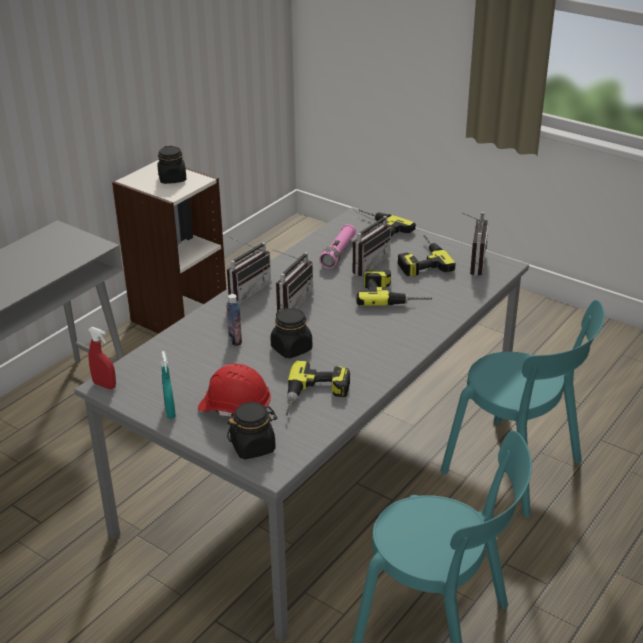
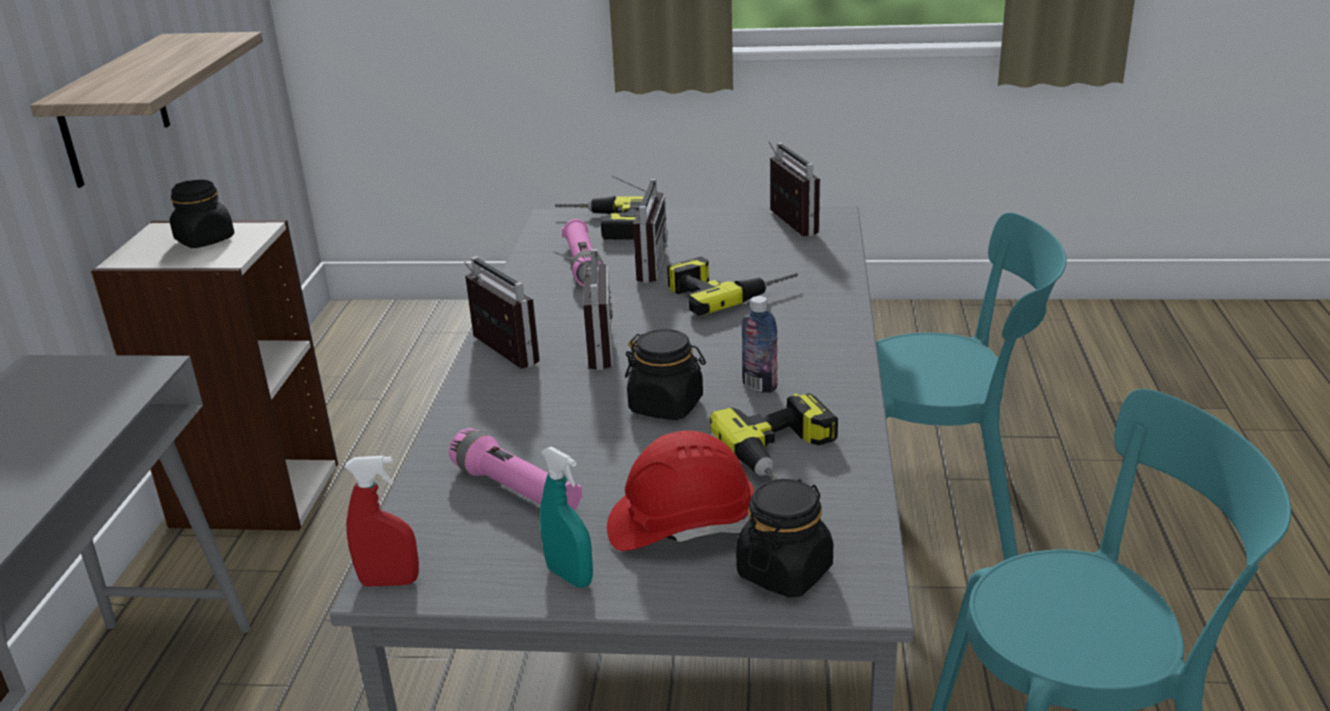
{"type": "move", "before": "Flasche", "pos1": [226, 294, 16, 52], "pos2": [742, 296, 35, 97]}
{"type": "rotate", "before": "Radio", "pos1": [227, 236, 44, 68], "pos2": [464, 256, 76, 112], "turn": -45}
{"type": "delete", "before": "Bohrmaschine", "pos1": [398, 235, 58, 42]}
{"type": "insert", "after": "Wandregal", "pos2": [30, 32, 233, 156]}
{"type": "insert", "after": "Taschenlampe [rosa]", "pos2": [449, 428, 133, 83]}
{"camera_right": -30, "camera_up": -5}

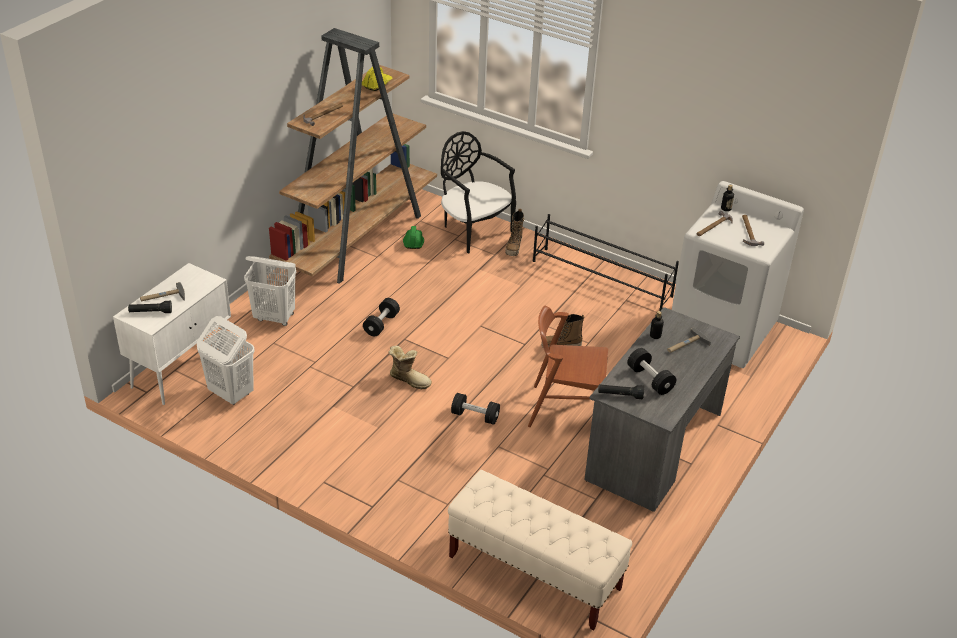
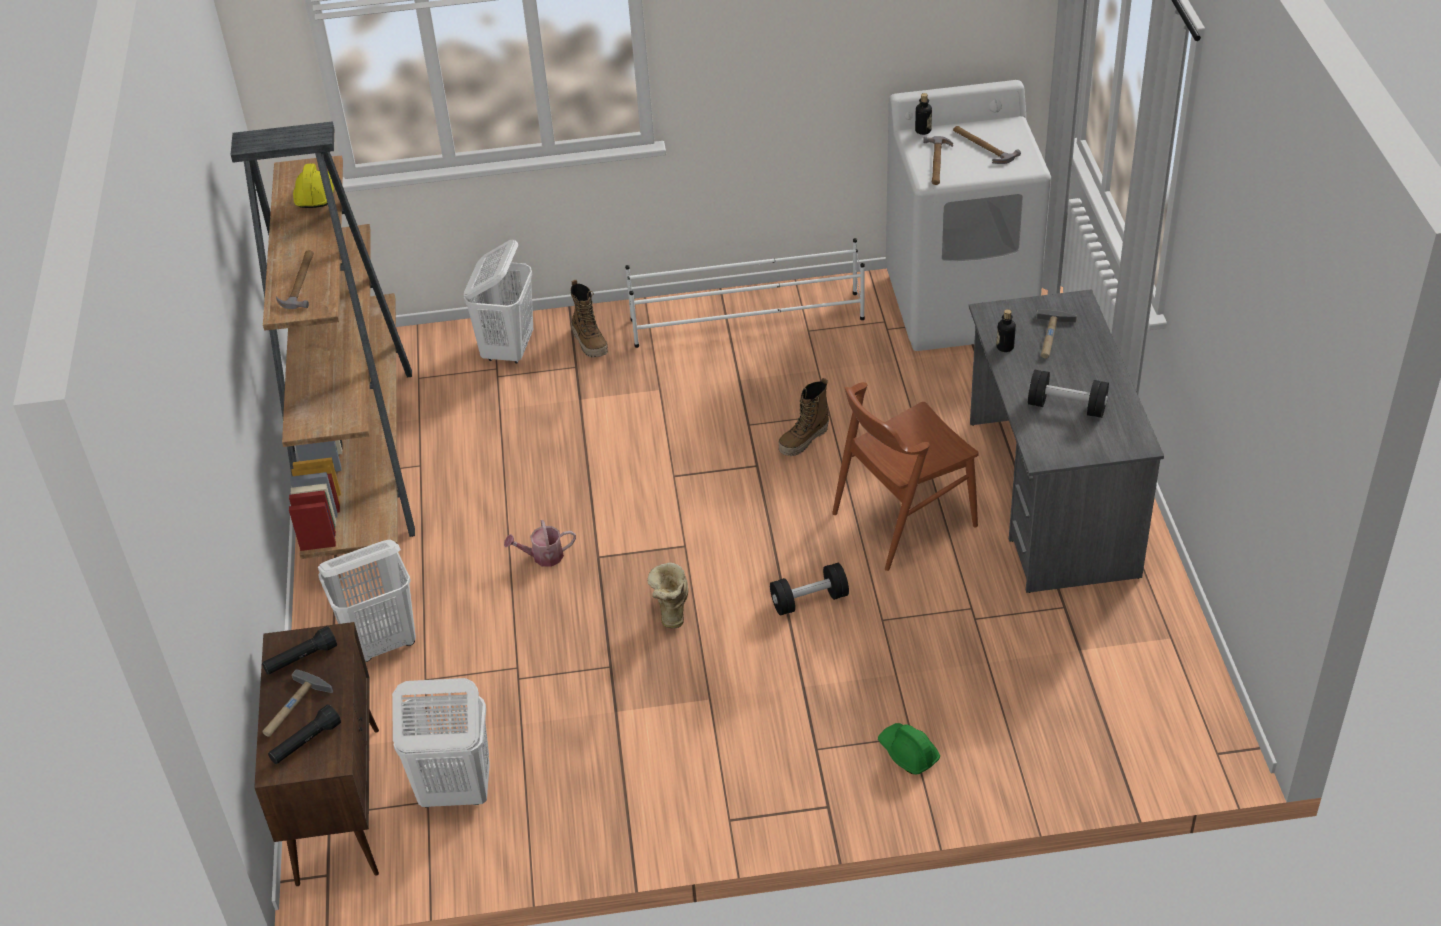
{"type": "recolor", "before": "Schrank [weiß]", "after": "Schrank [braun]", "pos1": [113, 263, 118, 142], "pos2": [254, 622, 125, 264]}
{"type": "replace", "before": "Hantel [schwarz]", "after": "Gießkanne", "pos1": [363, 298, 37, 38], "pos2": [504, 520, 72, 47]}
{"type": "rotate", "before": "Stiefel", "pos1": [388, 346, 44, 43], "pos2": [647, 562, 41, 66], "turn": -75}
{"type": "move", "before": "Schutzhelm [grün]", "pos1": [403, 226, 21, 23], "pos2": [878, 723, 62, 52]}
{"type": "replace", "before": "Stuhl [schwarz]", "after": "Wäschekorb [weiß]", "pos1": [441, 131, 75, 123], "pos2": [464, 240, 69, 123]}
{"type": "delete", "before": "Bank [beige]", "pos1": [448, 470, 184, 161]}
{"type": "recolor", "before": "Schuhregal [schwarz]", "after": "Schuhregal [weiß]", "pos1": [533, 214, 146, 97], "pos2": [625, 238, 240, 110]}
{"type": "move", "before": "Taschenlampe [schwarz]", "pos1": [598, 384, 46, 15], "pos2": [262, 626, 75, 49]}
{"camera_right": -35, "camera_up": 5}

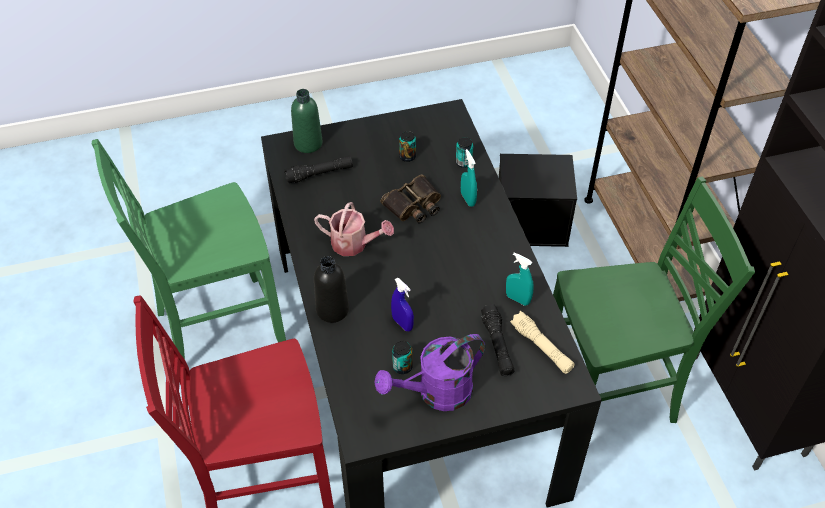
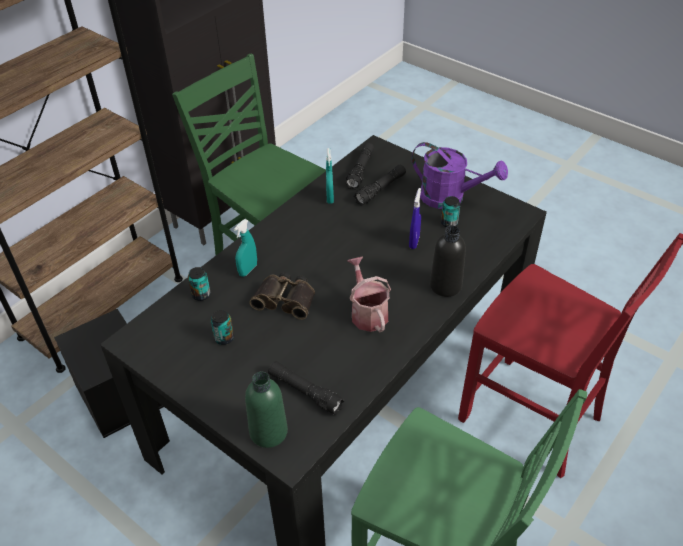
{"type": "recolor", "before": "Taschenlampe [beige]", "after": "Taschenlampe [schwarz]", "pos1": [510, 311, 65, 63], "pos2": [345, 143, 29, 47]}
{"camera_right": -125, "camera_up": -5}

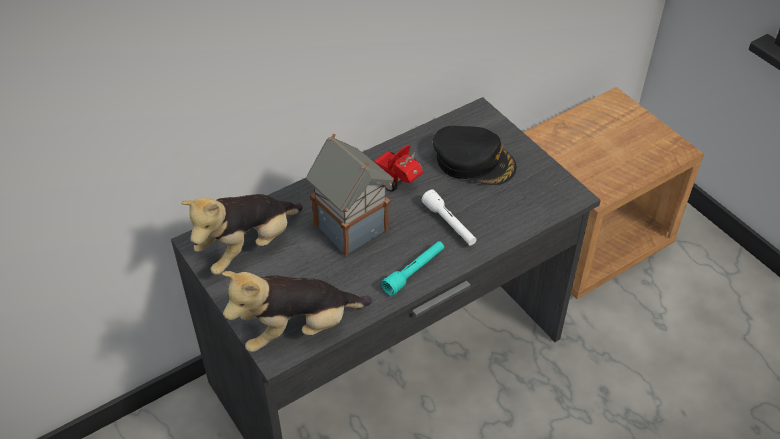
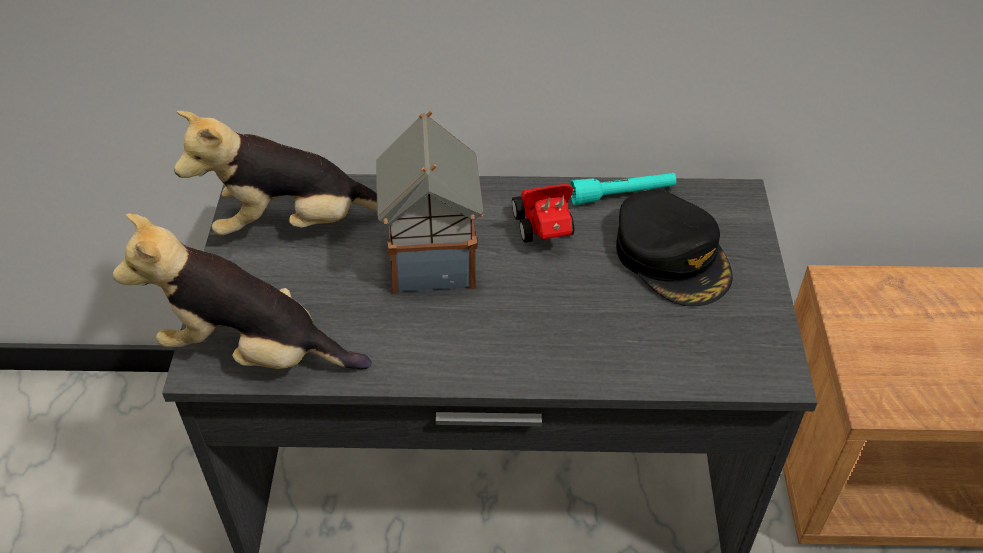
{"type": "move", "before": "Taschenlampe [türkis]", "pos1": [381, 241, 63, 55], "pos2": [570, 173, 106, 32]}
{"type": "delete", "before": "Taschenlampe [weiß]", "pos1": [422, 190, 55, 55]}
{"camera_right": 35, "camera_up": 0}

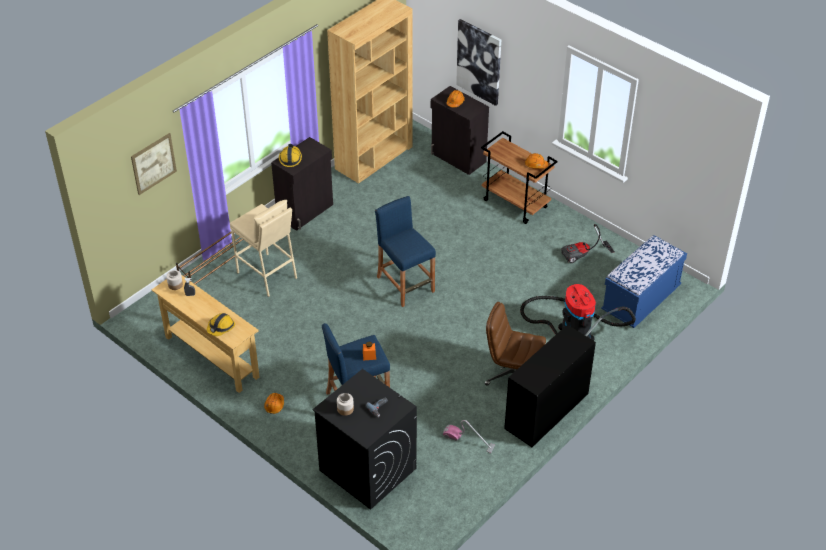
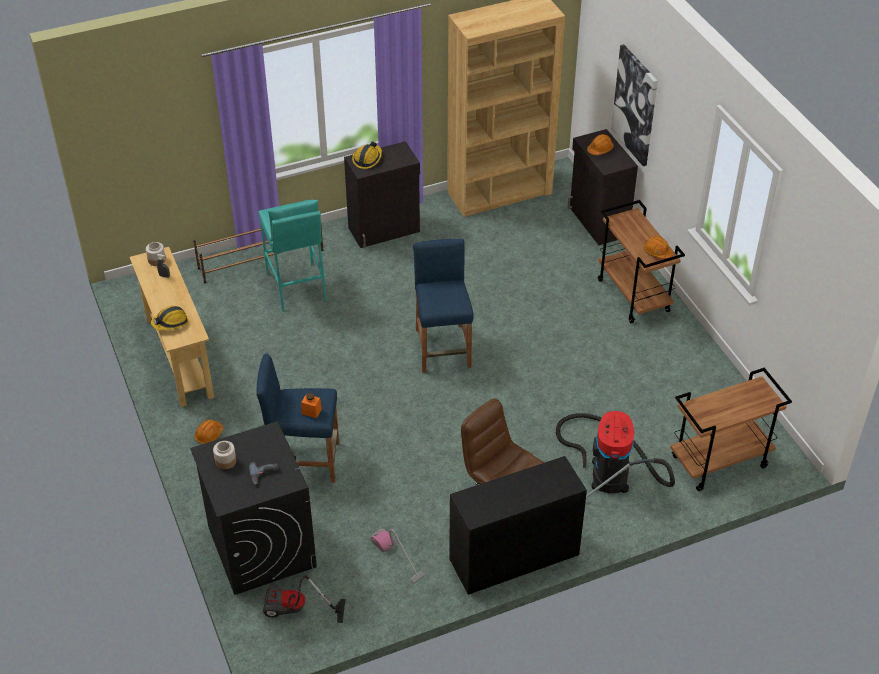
{"type": "delete", "before": "Bild", "pos1": [131, 133, 46, 62]}
{"type": "recolor", "before": "Hocker [beige]", "after": "Hocker [türkis]", "pos1": [230, 200, 67, 97], "pos2": [258, 200, 69, 112]}
{"type": "move", "before": "Staubsauger", "pos1": [561, 224, 54, 39], "pos2": [263, 576, 83, 47]}
{"type": "replace", "before": "Bank [blau]", "after": "Rollwagen [braun]", "pos1": [601, 235, 86, 93], "pos2": [670, 368, 122, 123]}
{"camera_right": 25, "camera_up": 0}

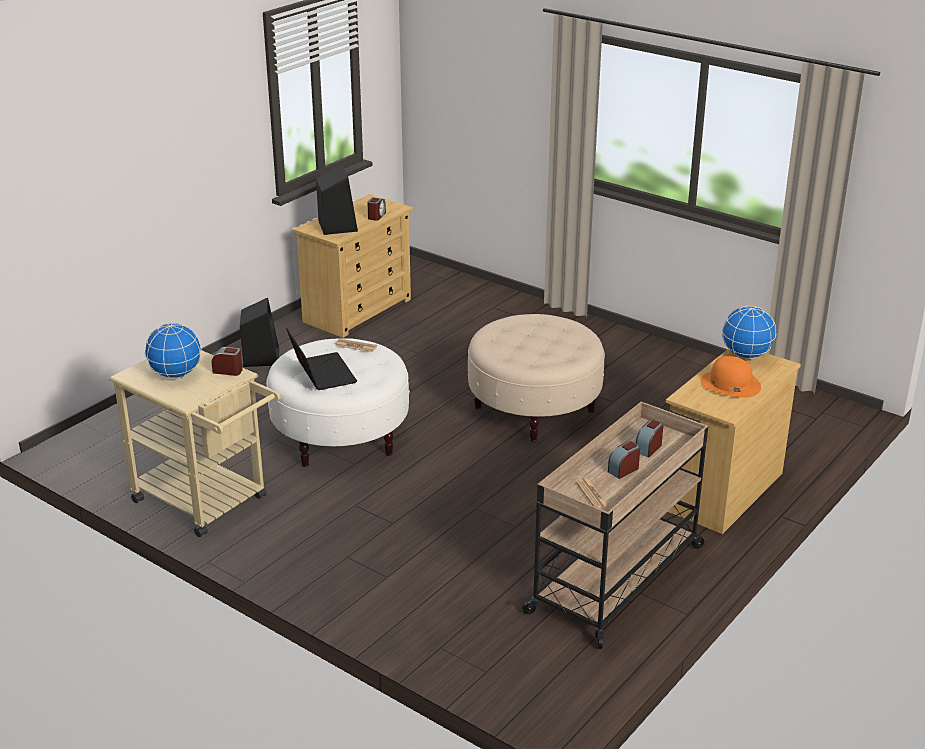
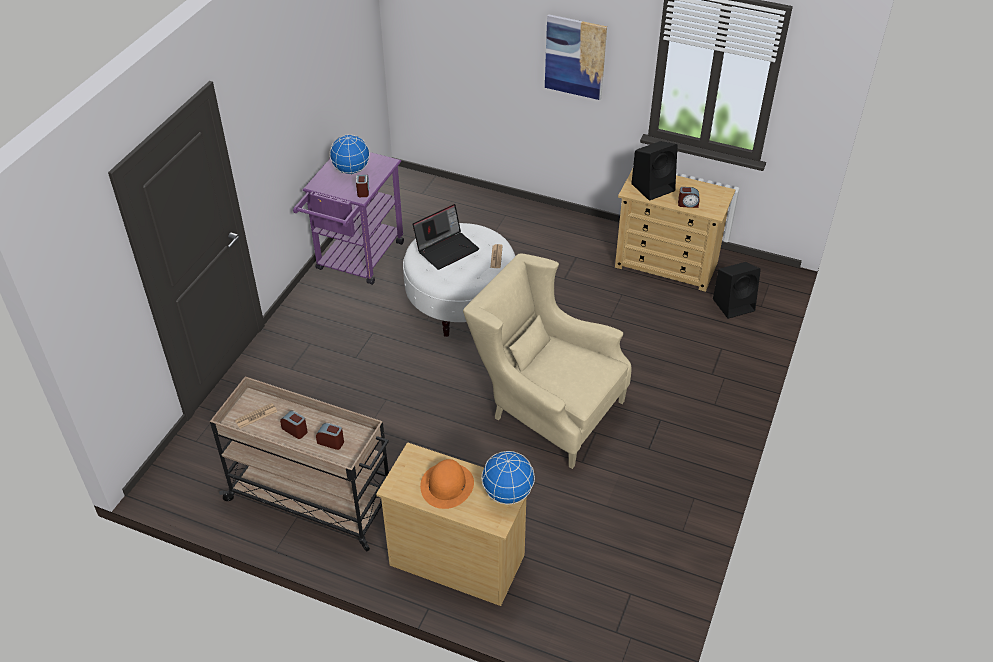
{"type": "recolor", "before": "Rollwagen [beige]", "after": "Rollwagen [lila]", "pos1": [109, 350, 172, 187], "pos2": [293, 152, 111, 133]}
{"type": "move", "before": "Lautsprecher [schwarz]", "pos1": [240, 297, 39, 70], "pos2": [713, 262, 48, 57]}
{"type": "replace", "before": "Polsterhocker [beige]", "after": "Sessel [beige]", "pos1": [468, 314, 137, 128], "pos2": [463, 254, 168, 215]}
{"type": "insert", "after": "Bild", "pos2": [545, 14, 62, 86]}
{"camera_right": 75, "camera_up": 15}

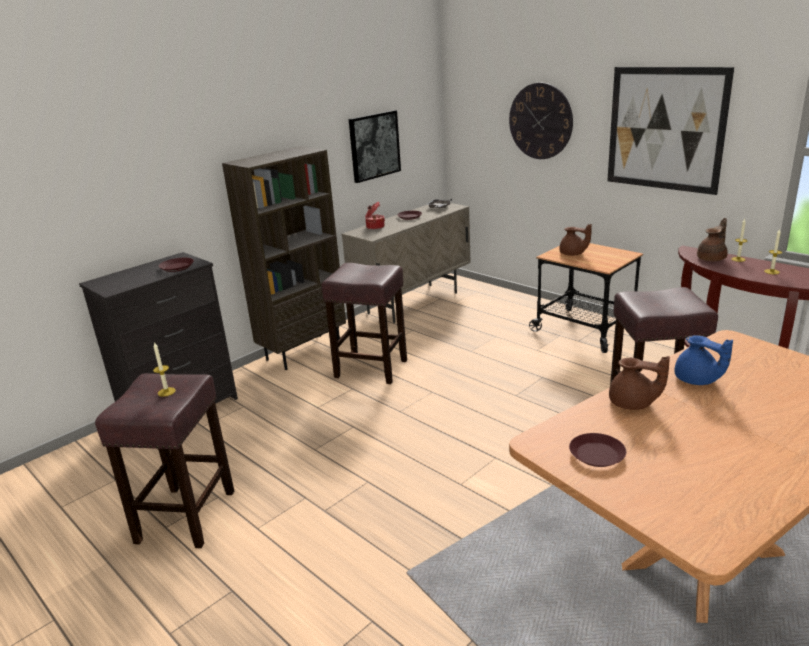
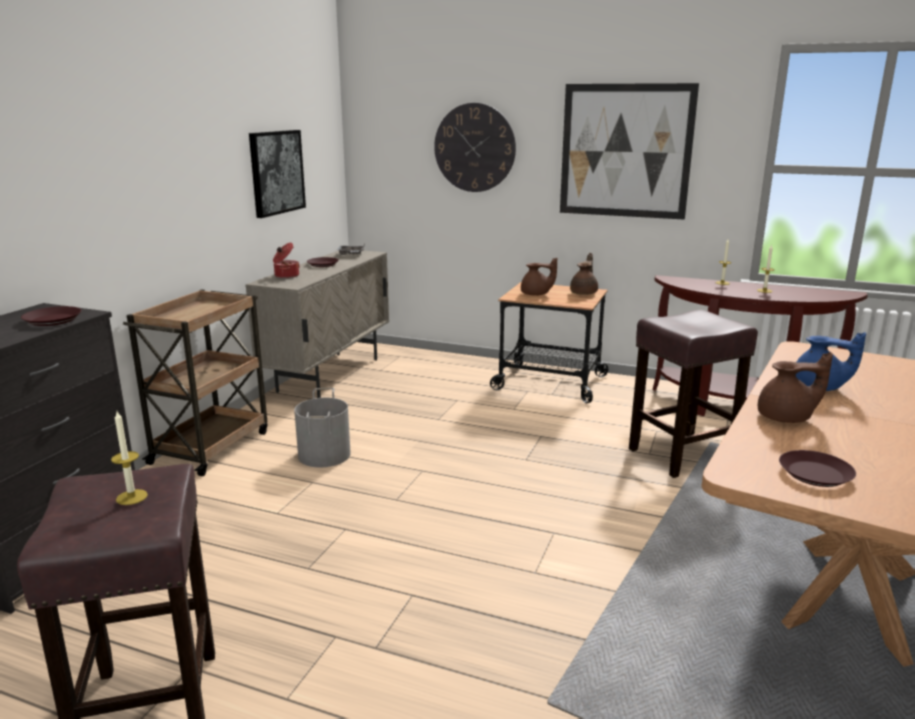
{"type": "replace", "before": "Bücherregal [braun]", "after": "Rollwagen [braun]", "pos1": [222, 146, 124, 224], "pos2": [123, 290, 145, 186]}
{"type": "replace", "before": "Hocker [braun]", "after": "Eimer [grau]", "pos1": [322, 263, 85, 121], "pos2": [294, 388, 57, 79]}
{"type": "move", "before": "Teekanne [braun]", "pos1": [697, 218, 31, 43], "pos2": [570, 253, 28, 42]}
{"camera_right": -25, "camera_up": -5}

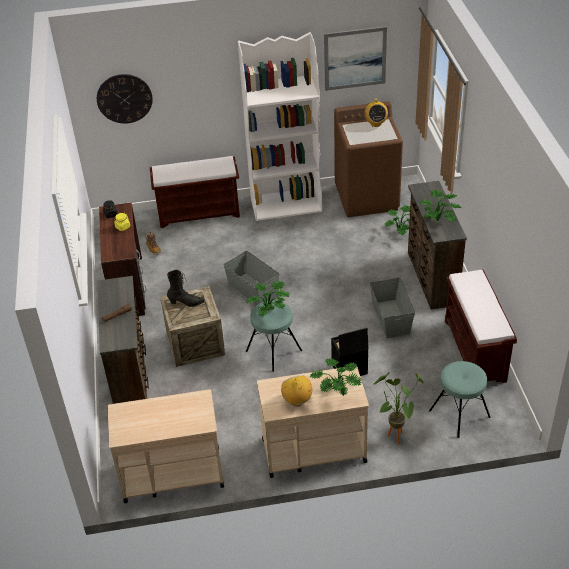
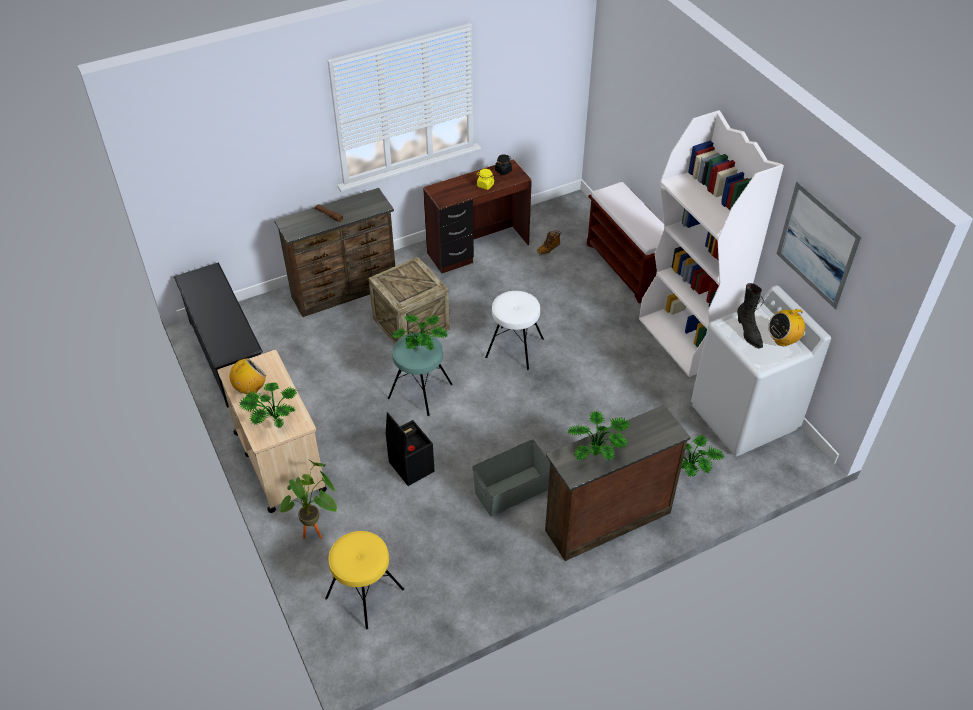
{"type": "delete", "before": "Wanduhr", "pos1": [97, 74, 56, 50]}
{"type": "replace", "before": "Rollwagen [beige]", "after": "Schuhregal [schwarz]", "pos1": [108, 389, 116, 114], "pos2": [174, 262, 89, 146]}
{"type": "move", "before": "Stiefel [schwarz]", "pos1": [167, 270, 38, 37], "pos2": [737, 283, 27, 66]}
{"type": "replace", "before": "Aufbewahrungsbox [grau]", "after": "Hocker [weiß]", "pos1": [223, 251, 57, 54], "pos2": [485, 291, 59, 79]}
{"type": "recolor", "before": "Waschmaschine [braun]", "after": "Waschmaschine [weiß]", "pos1": [334, 101, 69, 116], "pos2": [691, 285, 140, 171]}
{"type": "recolor", "before": "Hocker [türkis]", "after": "Hocker [gelb]", "pos1": [429, 361, 62, 77], "pos2": [325, 531, 79, 99]}
{"type": "delete", "before": "Bank [braun]", "pos1": [445, 269, 72, 114]}
{"camera_right": 70, "camera_up": 5}

